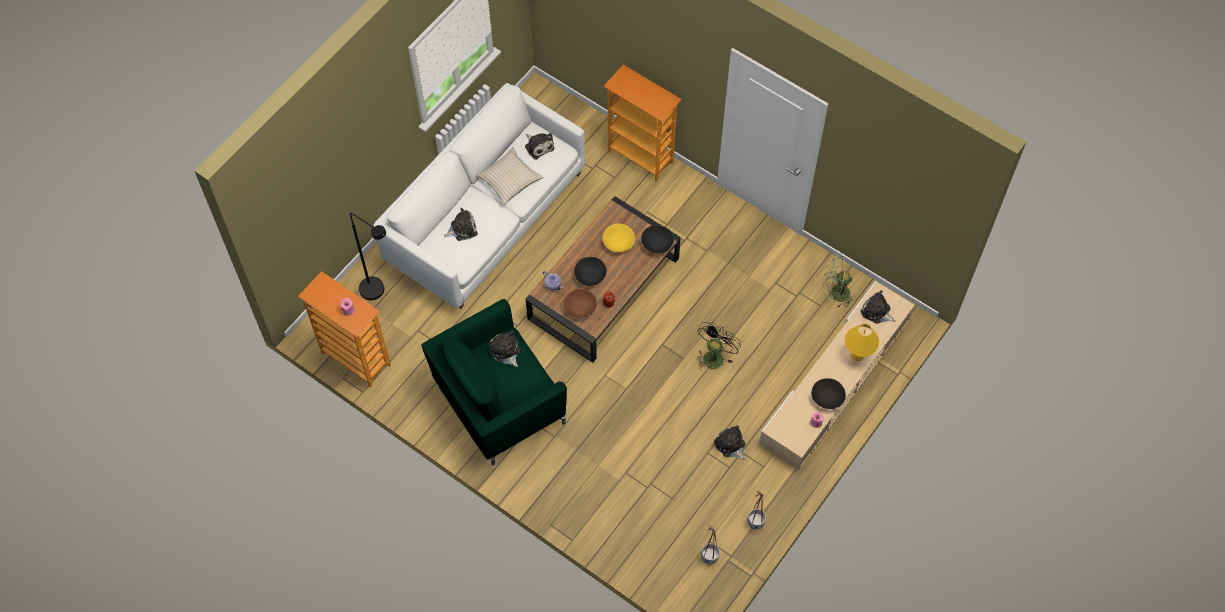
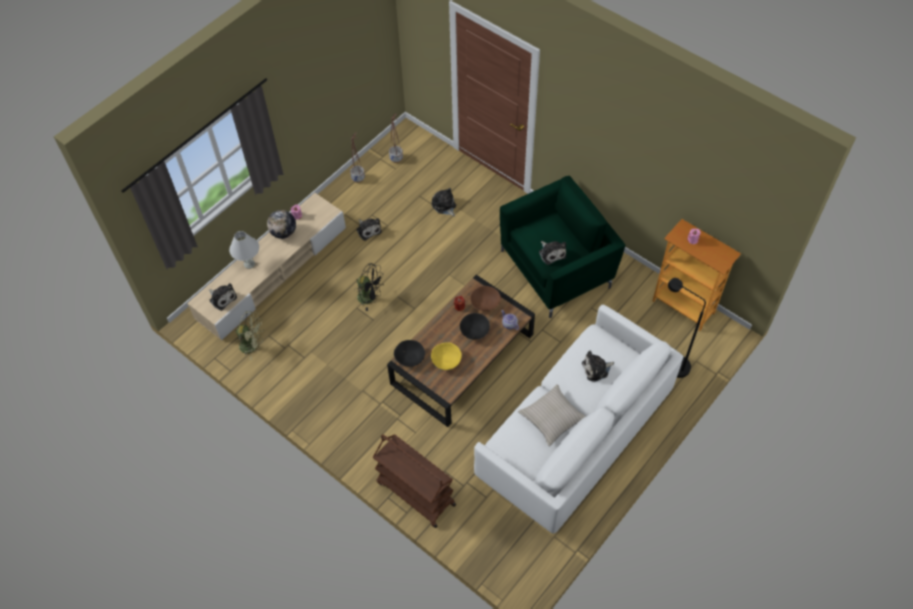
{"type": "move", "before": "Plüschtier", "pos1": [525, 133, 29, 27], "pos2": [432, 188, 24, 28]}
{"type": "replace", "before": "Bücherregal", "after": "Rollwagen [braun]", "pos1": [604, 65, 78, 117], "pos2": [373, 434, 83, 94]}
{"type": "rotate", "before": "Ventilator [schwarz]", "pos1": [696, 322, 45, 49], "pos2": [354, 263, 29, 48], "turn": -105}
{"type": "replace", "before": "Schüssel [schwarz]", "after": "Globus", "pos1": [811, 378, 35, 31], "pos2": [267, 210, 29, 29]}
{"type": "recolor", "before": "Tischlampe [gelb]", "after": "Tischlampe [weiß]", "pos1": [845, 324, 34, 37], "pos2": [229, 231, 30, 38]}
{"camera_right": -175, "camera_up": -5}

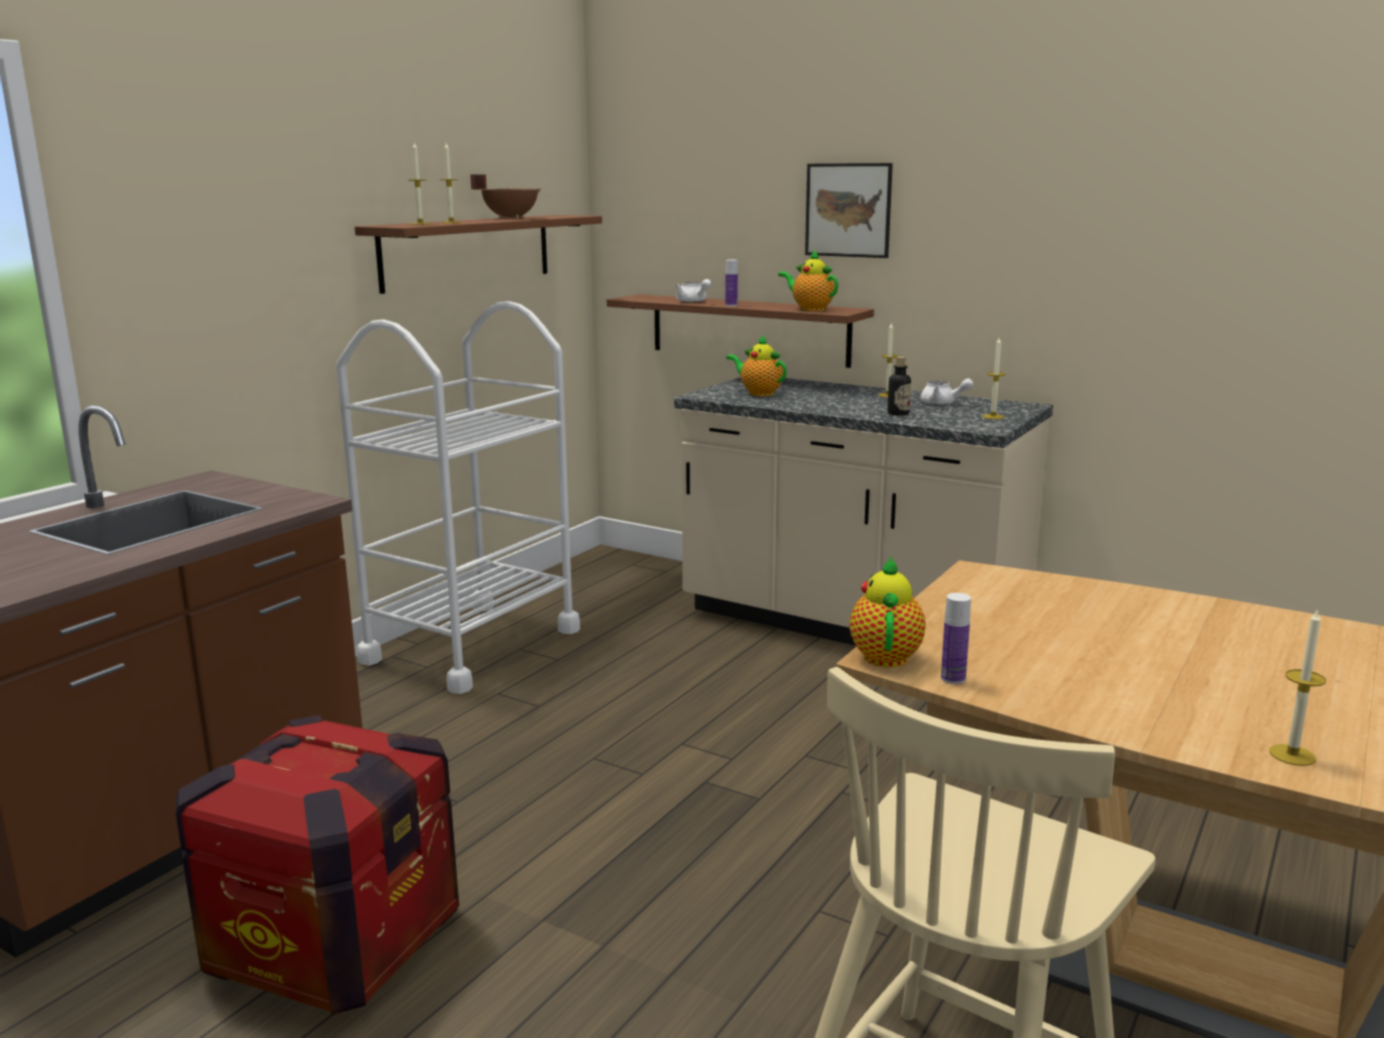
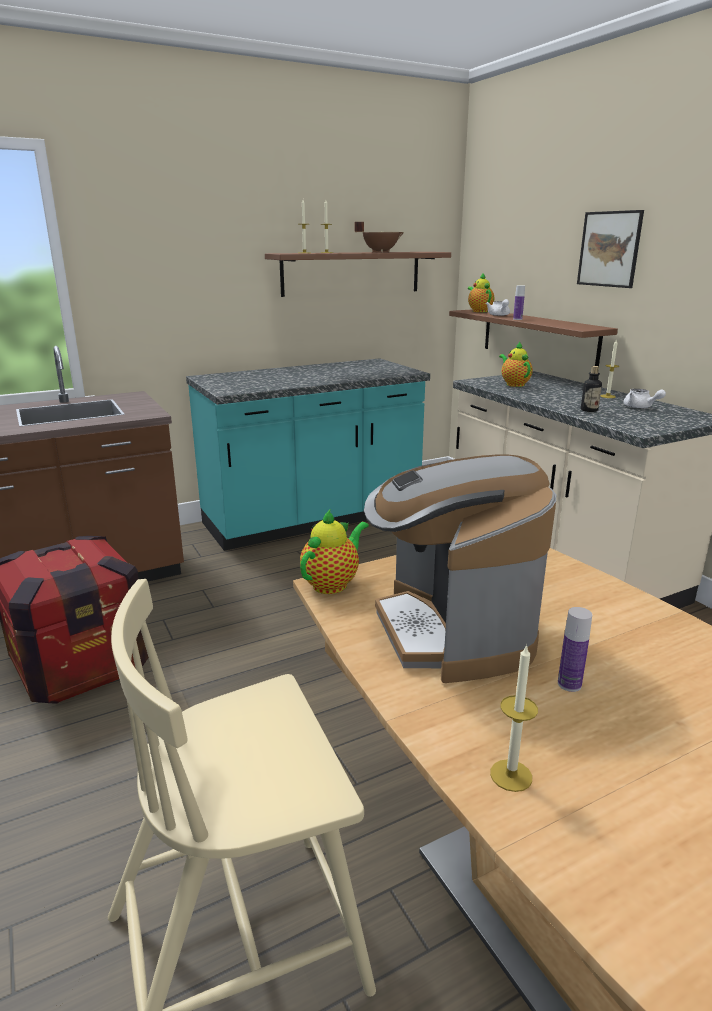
{"type": "replace", "before": "Rollwagen [weiß]", "after": "Küchenzeile [türkis]", "pos1": [336, 301, 244, 393], "pos2": [186, 358, 244, 193]}
{"type": "move", "before": "Teekanne", "pos1": [778, 249, 60, 62], "pos2": [468, 274, 27, 38]}
{"type": "move", "before": "Flasche", "pos1": [941, 593, 30, 91], "pos2": [558, 607, 34, 85]}
{"type": "delete", "before": "Kerze", "pos1": [982, 338, 24, 81]}
{"type": "insert", "after": "Kaffeemaschine", "pos2": [364, 454, 192, 229]}
{"camera_right": 30, "camera_up": 5}

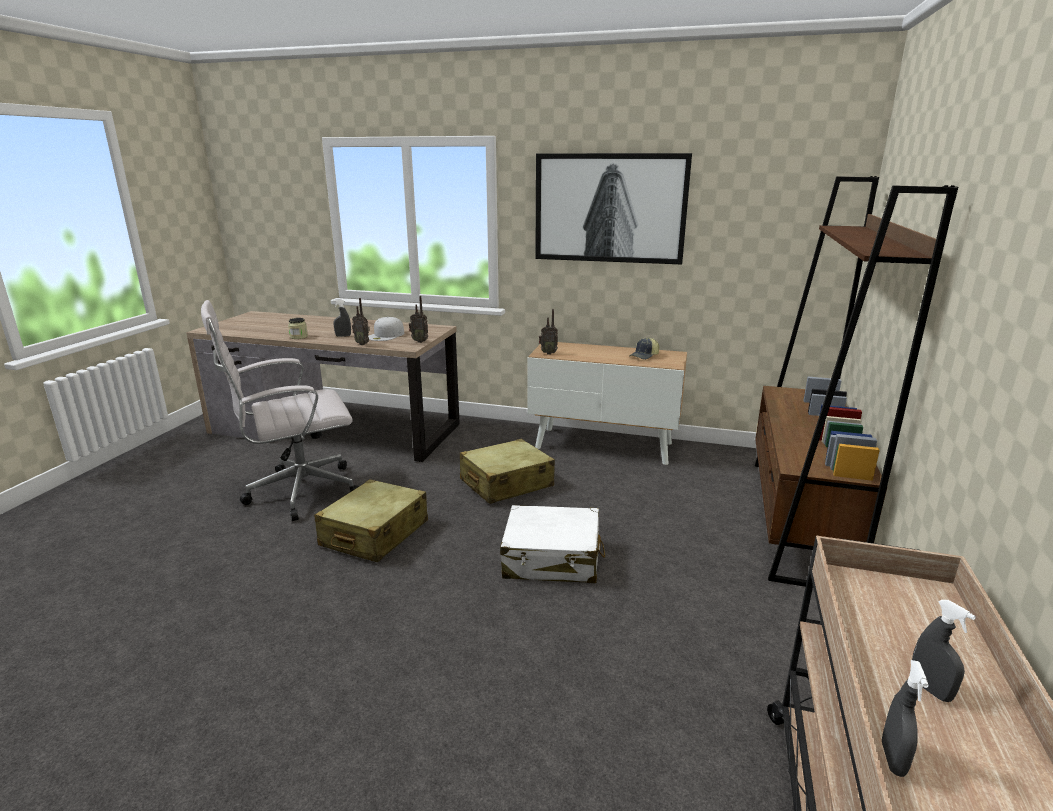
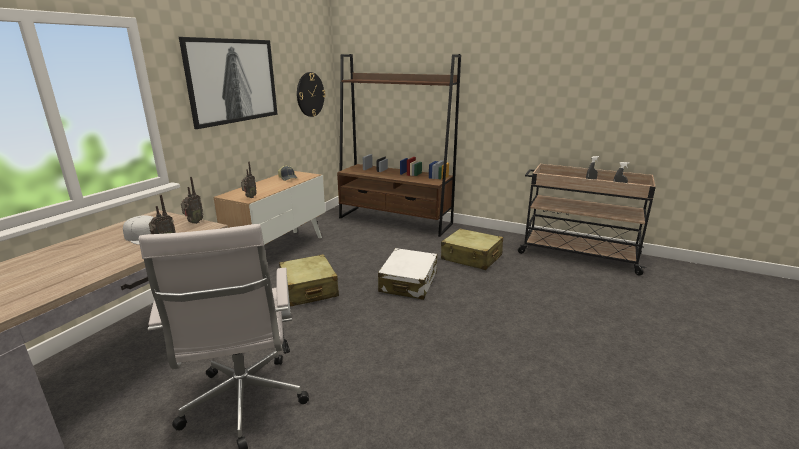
{"type": "delete", "before": "Vorratsglas", "pos1": [288, 318, 20, 21]}
{"type": "move", "before": "Koffer [beige]", "pos1": [314, 479, 114, 83], "pos2": [441, 228, 62, 42]}
{"type": "delete", "before": "Sprühflasche [grau]", "pos1": [333, 299, 18, 38]}
{"type": "insert", "after": "Wanduhr", "pos2": [297, 72, 29, 45]}
{"camera_right": -80, "camera_up": 0}

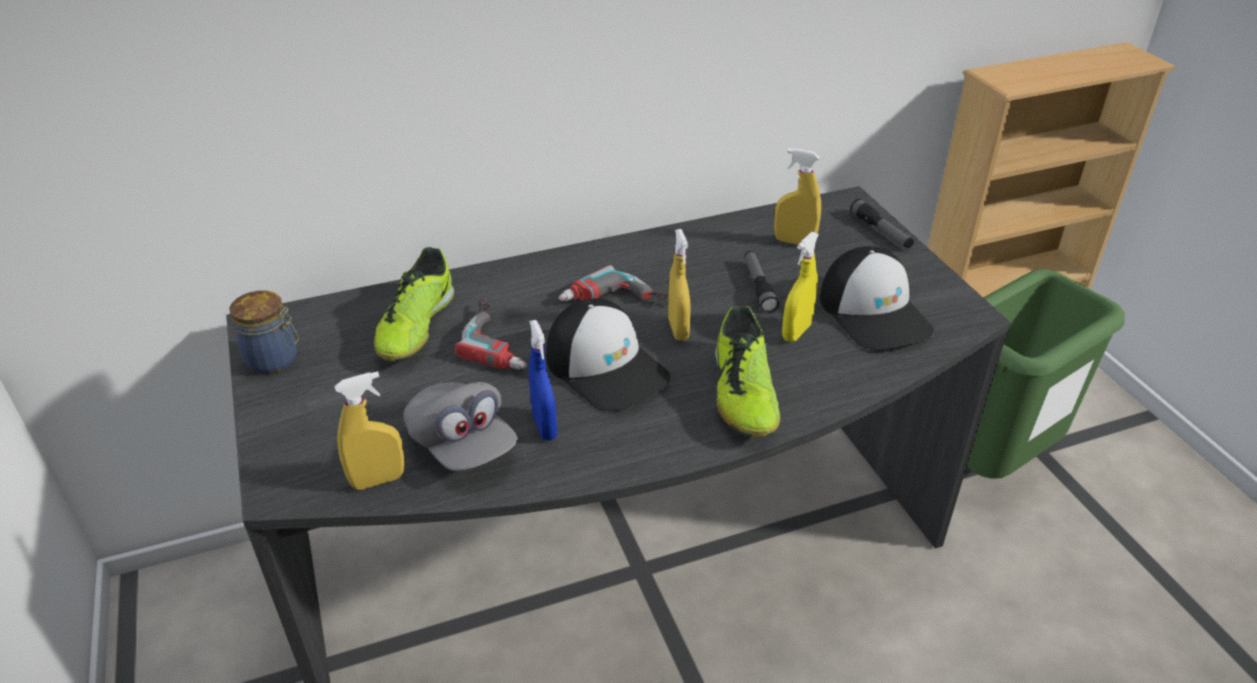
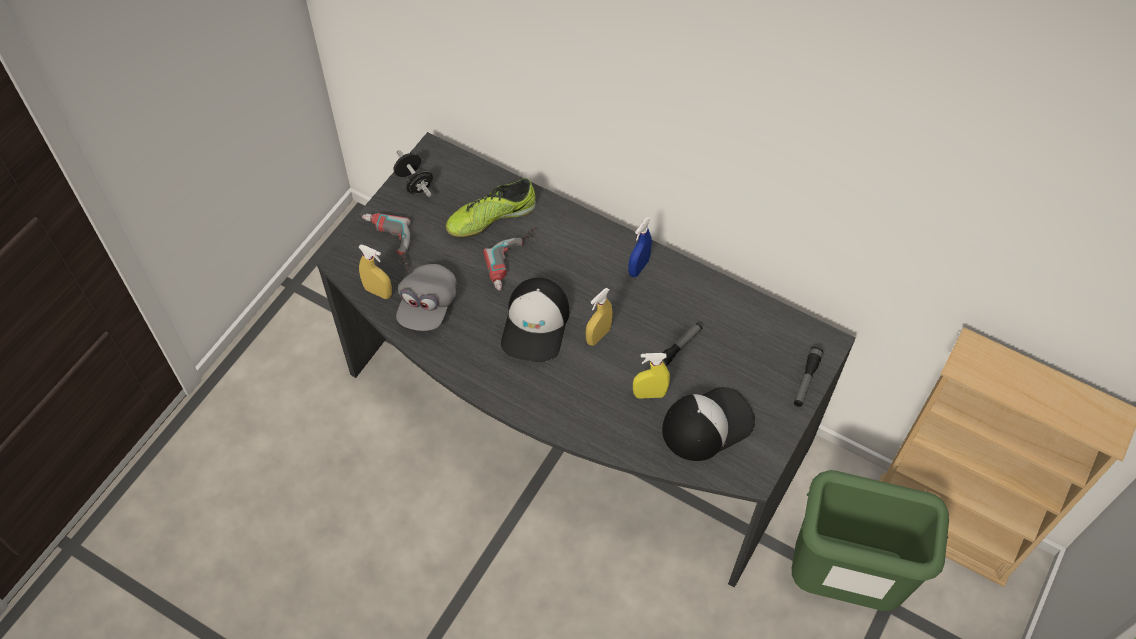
{"type": "replace", "before": "Vorratsglas", "after": "Hantel [schwarz]", "pos1": [229, 290, 70, 84], "pos2": [394, 150, 39, 47]}
{"type": "move", "before": "Sprühflasche [blau]", "pos1": [529, 320, 28, 121], "pos2": [628, 217, 24, 60]}
{"type": "move", "before": "Bohrmaschine", "pos1": [559, 265, 110, 37], "pos2": [362, 213, 49, 57]}
{"type": "delete", "before": "Schuh", "pos1": [715, 305, 65, 132]}
{"type": "delete", "before": "Sprühflasche [gelb]", "pos1": [774, 148, 47, 96]}
{"type": "rotate", "before": "Kappe", "pos1": [820, 246, 114, 104], "pos2": [662, 387, 93, 74], "turn": -150}
{"camera_right": 50, "camera_up": 20}

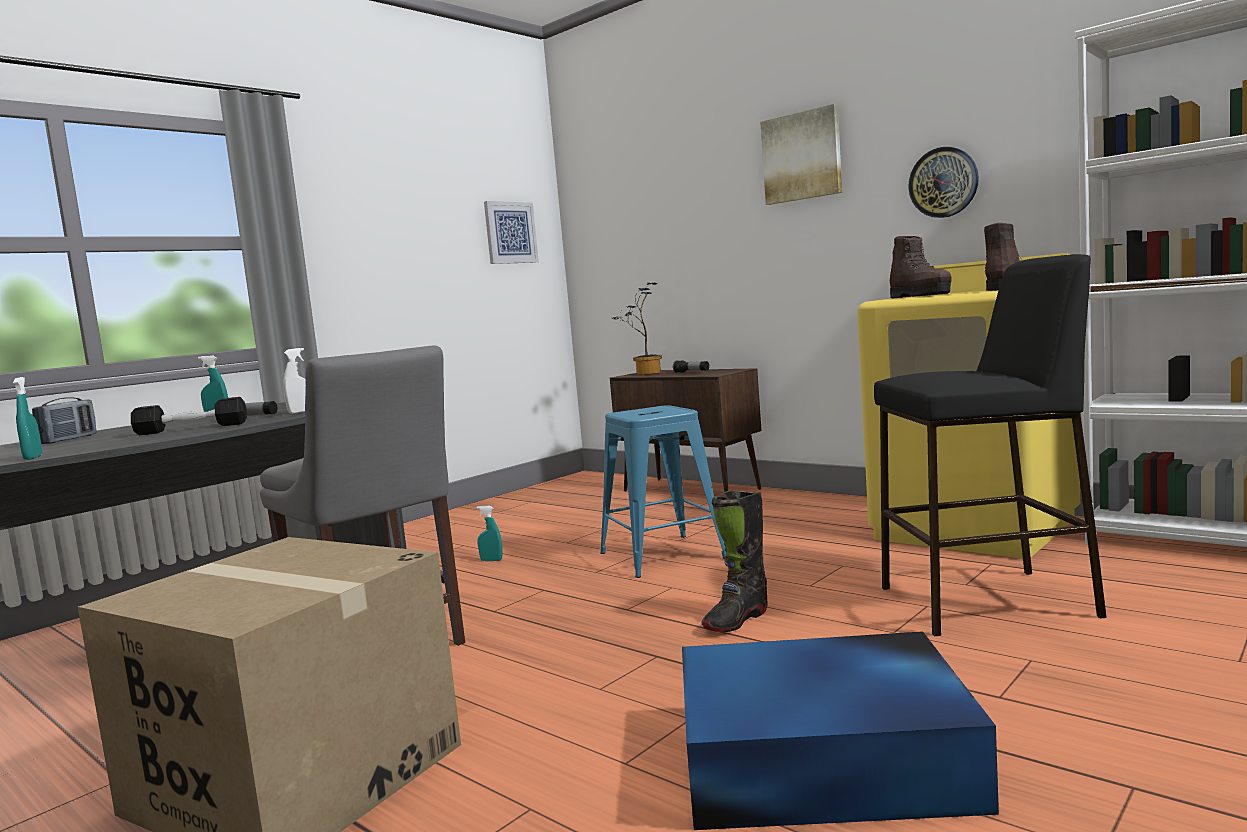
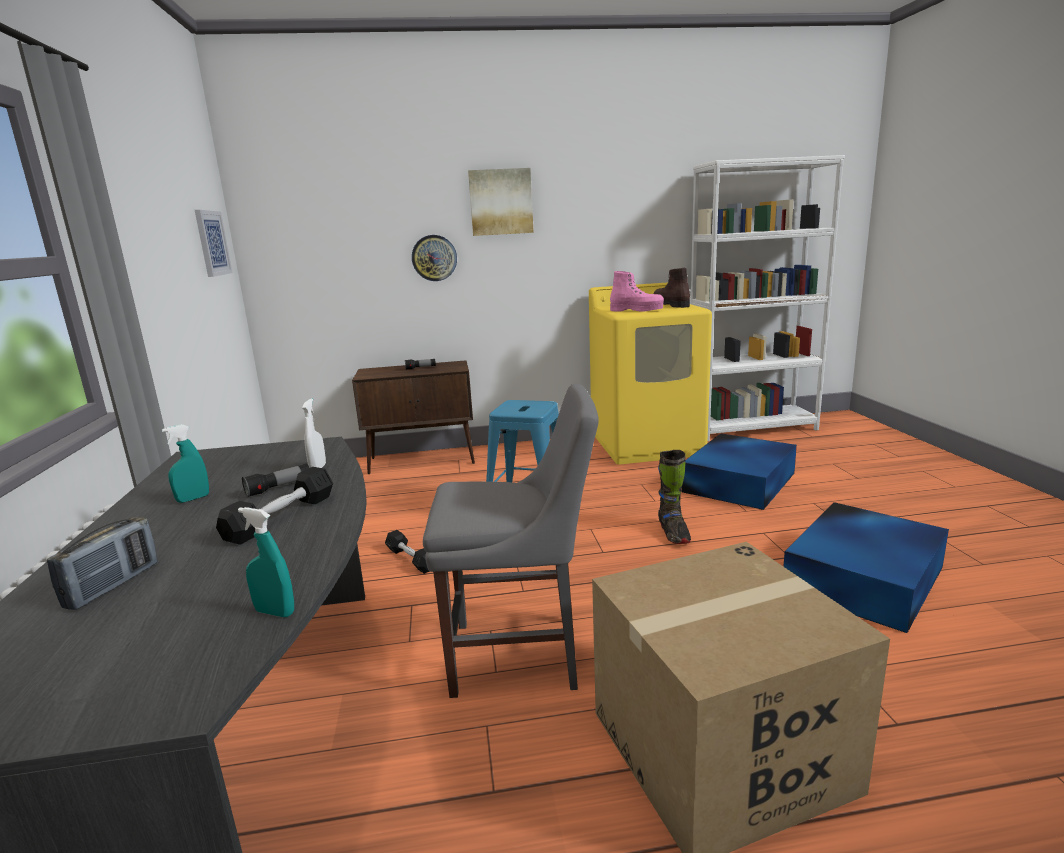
{"type": "rotate", "before": "Radio", "pos1": [32, 397, 65, 47], "pos2": [47, 517, 111, 93], "turn": 60}
{"type": "replace", "before": "Sprühflasche [türkis]", "after": "Hantel [schwarz]", "pos1": [476, 506, 26, 55], "pos2": [385, 530, 45, 44]}
{"type": "delete", "before": "Topfpflanze", "pos1": [611, 283, 51, 92]}
{"type": "replace", "before": "Hocker [schwarz]", "after": "Aufbewahrungsbox [blau]", "pos1": [874, 254, 233, 382], "pos2": [682, 433, 115, 77]}
{"type": "recolor", "before": "Stiefel [braun]", "after": "Stiefel [rosa]", "pos1": [890, 236, 61, 62], "pos2": [610, 271, 54, 41]}
{"type": "move", "before": "Wanduhr", "pos1": [908, 147, 71, 71], "pos2": [412, 235, 45, 46]}
{"camera_right": -50, "camera_up": 10}

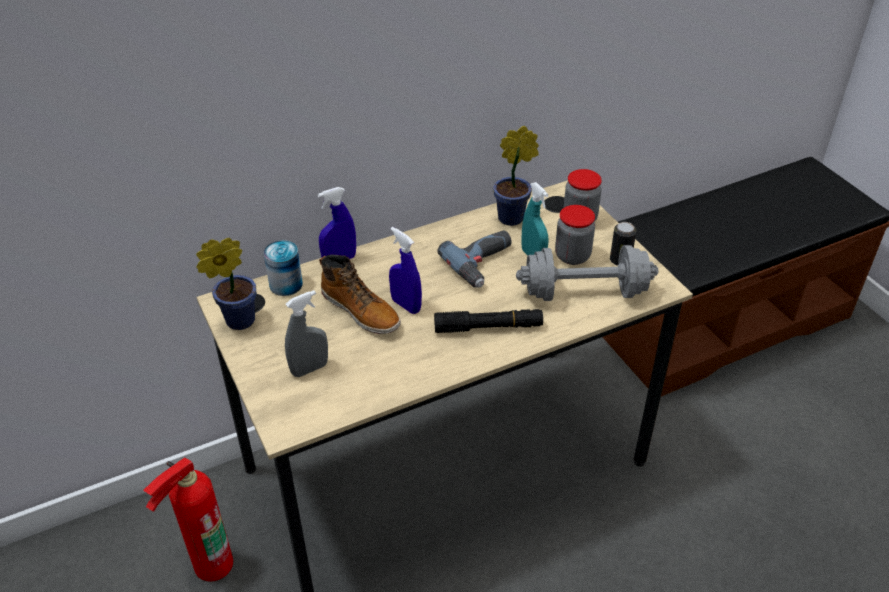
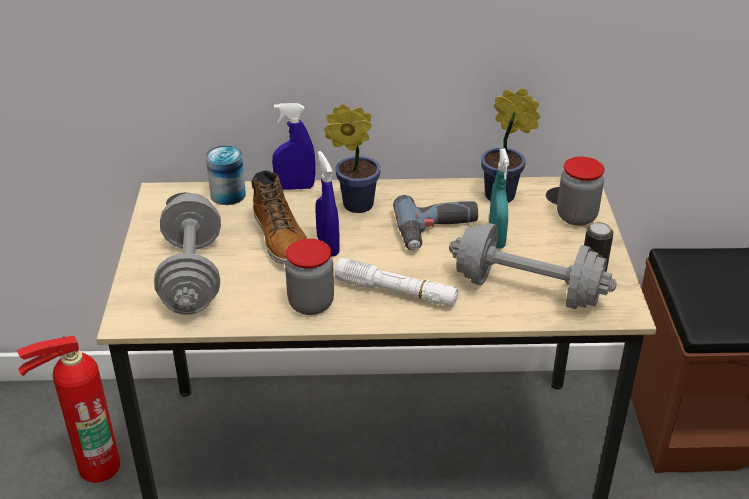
{"type": "move", "before": "Topfpflanze", "pos1": [196, 238, 60, 92], "pos2": [324, 104, 57, 109]}
{"type": "replace", "before": "Sprühflasche [grau]", "after": "Hantel [grau]", "pos1": [285, 290, 43, 87], "pos2": [154, 193, 67, 122]}
{"type": "recolor", "before": "Taschenlampe [schwarz]", "after": "Taschenlampe [weiß]", "pos1": [434, 309, 109, 24], "pos2": [335, 258, 123, 48]}
{"type": "move", "before": "Vorratsglas", "pos1": [555, 205, 40, 60], "pos2": [285, 239, 49, 76]}
{"camera_right": 25, "camera_up": -5}

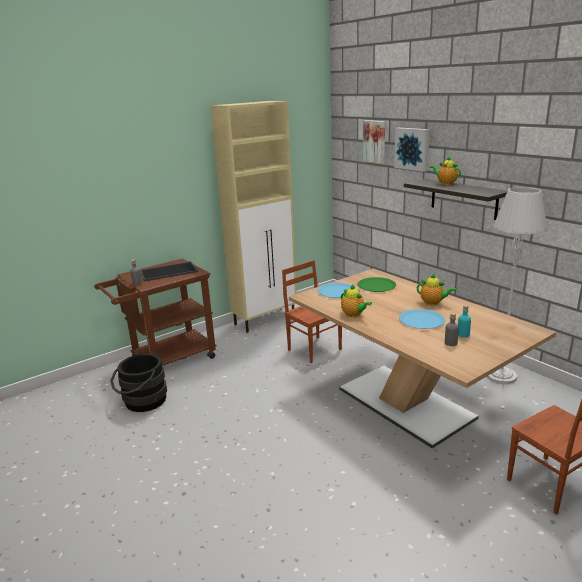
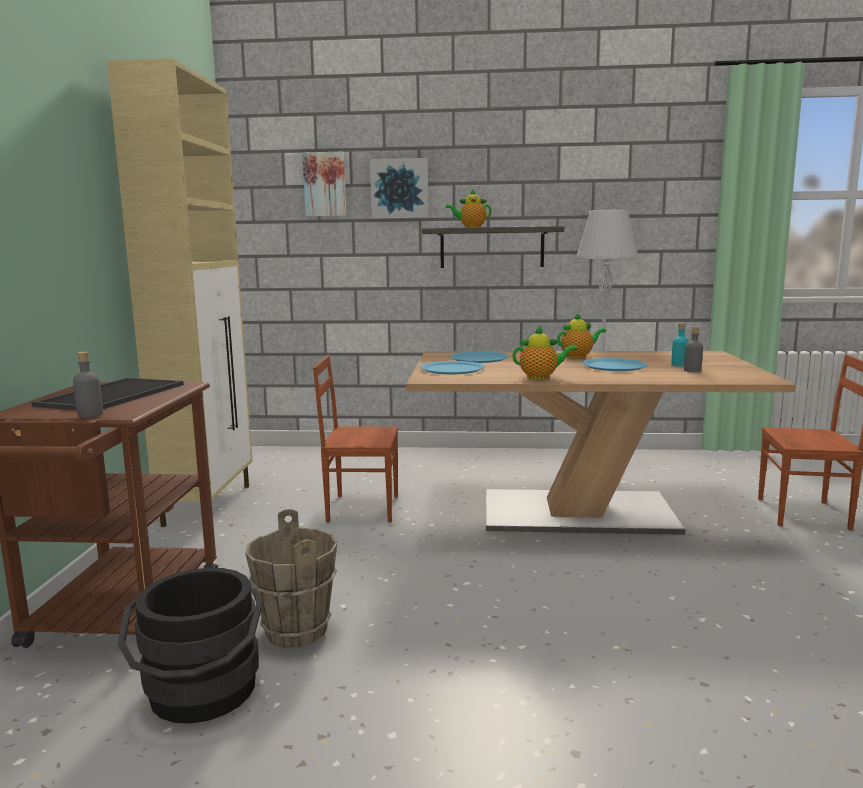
{"type": "recolor", "before": "Teller [grün]", "after": "Teller [blau]", "pos1": [358, 277, 38, 15], "pos2": [450, 351, 59, 12]}
{"type": "insert", "after": "Eimer [braun]", "pos2": [245, 509, 92, 139]}
{"camera_right": -50, "camera_up": -10}

